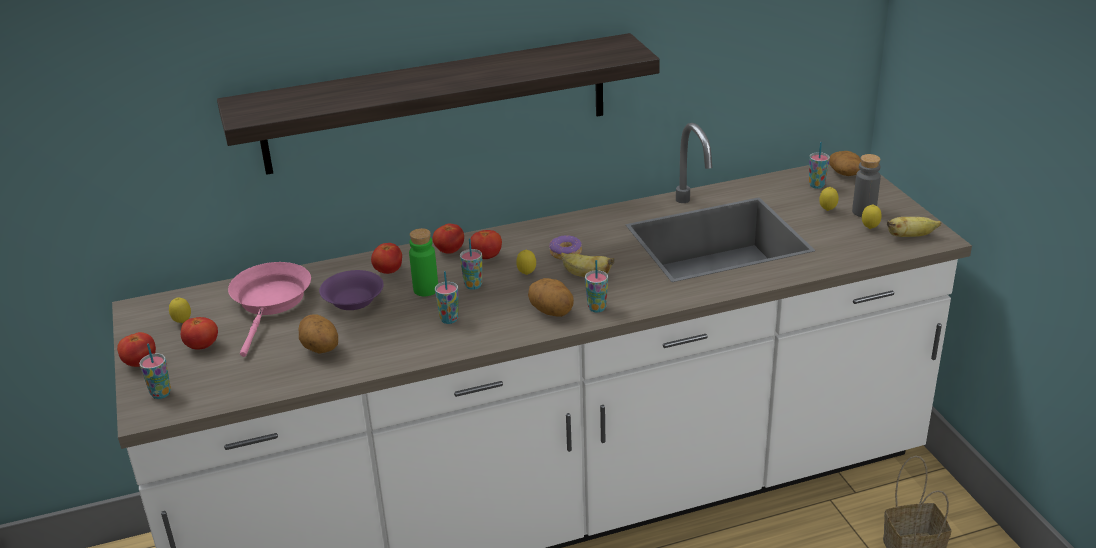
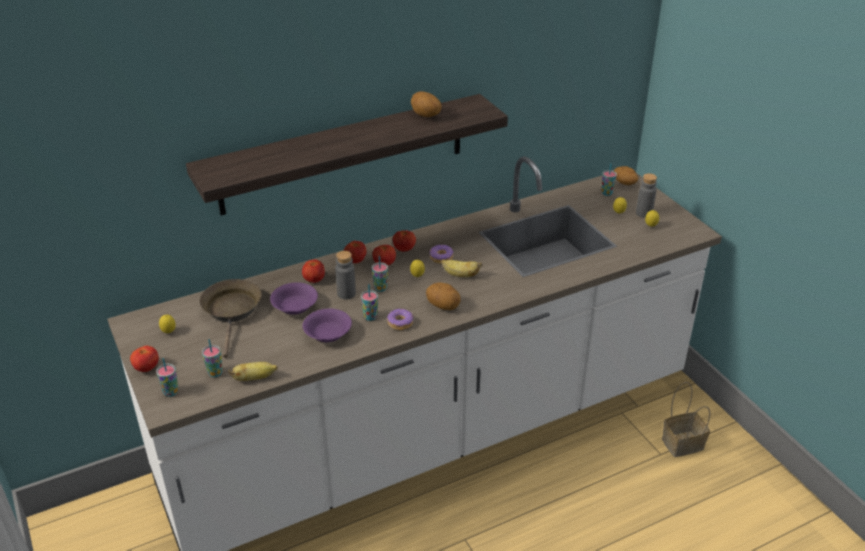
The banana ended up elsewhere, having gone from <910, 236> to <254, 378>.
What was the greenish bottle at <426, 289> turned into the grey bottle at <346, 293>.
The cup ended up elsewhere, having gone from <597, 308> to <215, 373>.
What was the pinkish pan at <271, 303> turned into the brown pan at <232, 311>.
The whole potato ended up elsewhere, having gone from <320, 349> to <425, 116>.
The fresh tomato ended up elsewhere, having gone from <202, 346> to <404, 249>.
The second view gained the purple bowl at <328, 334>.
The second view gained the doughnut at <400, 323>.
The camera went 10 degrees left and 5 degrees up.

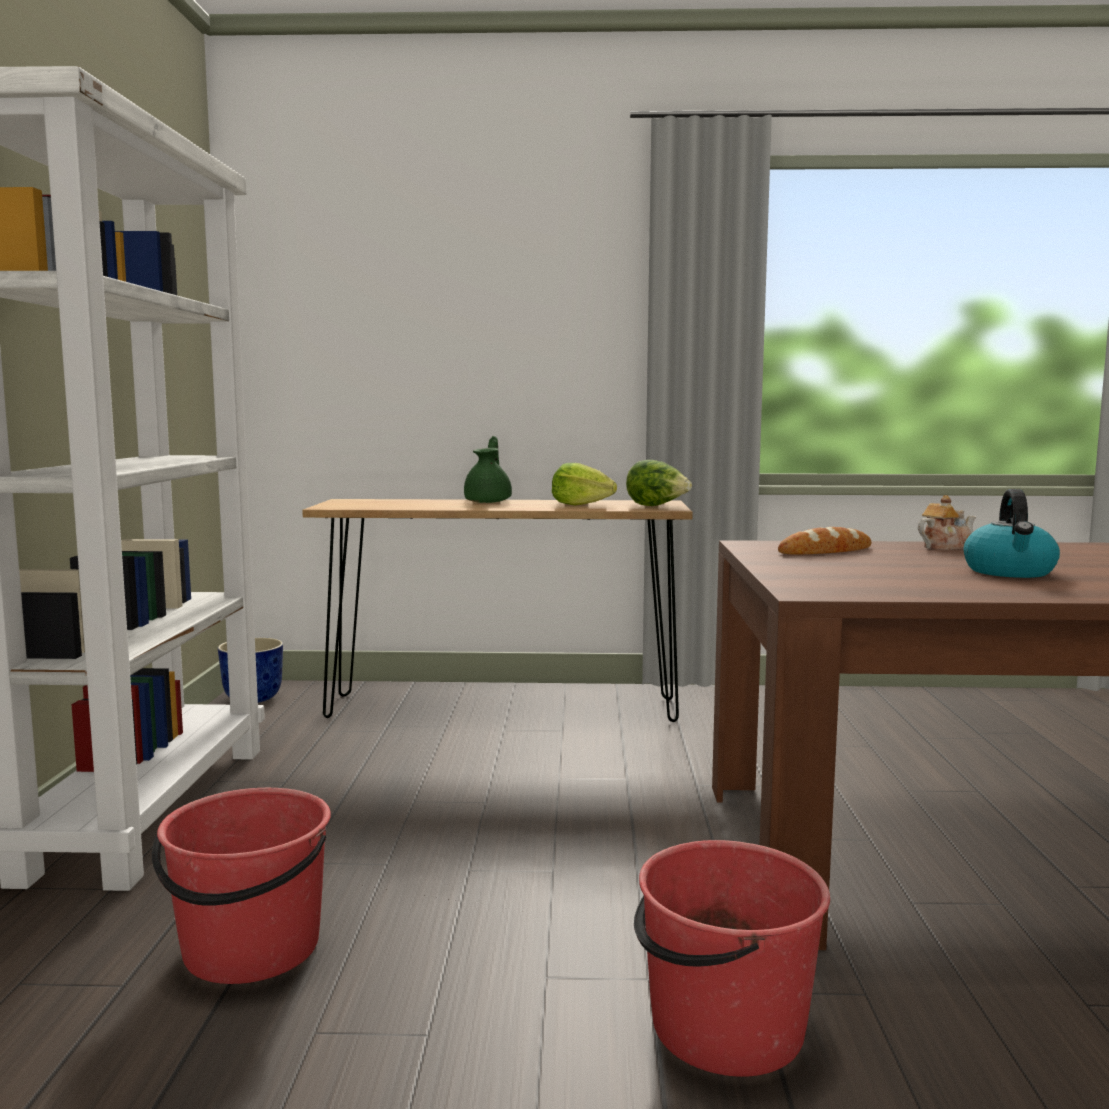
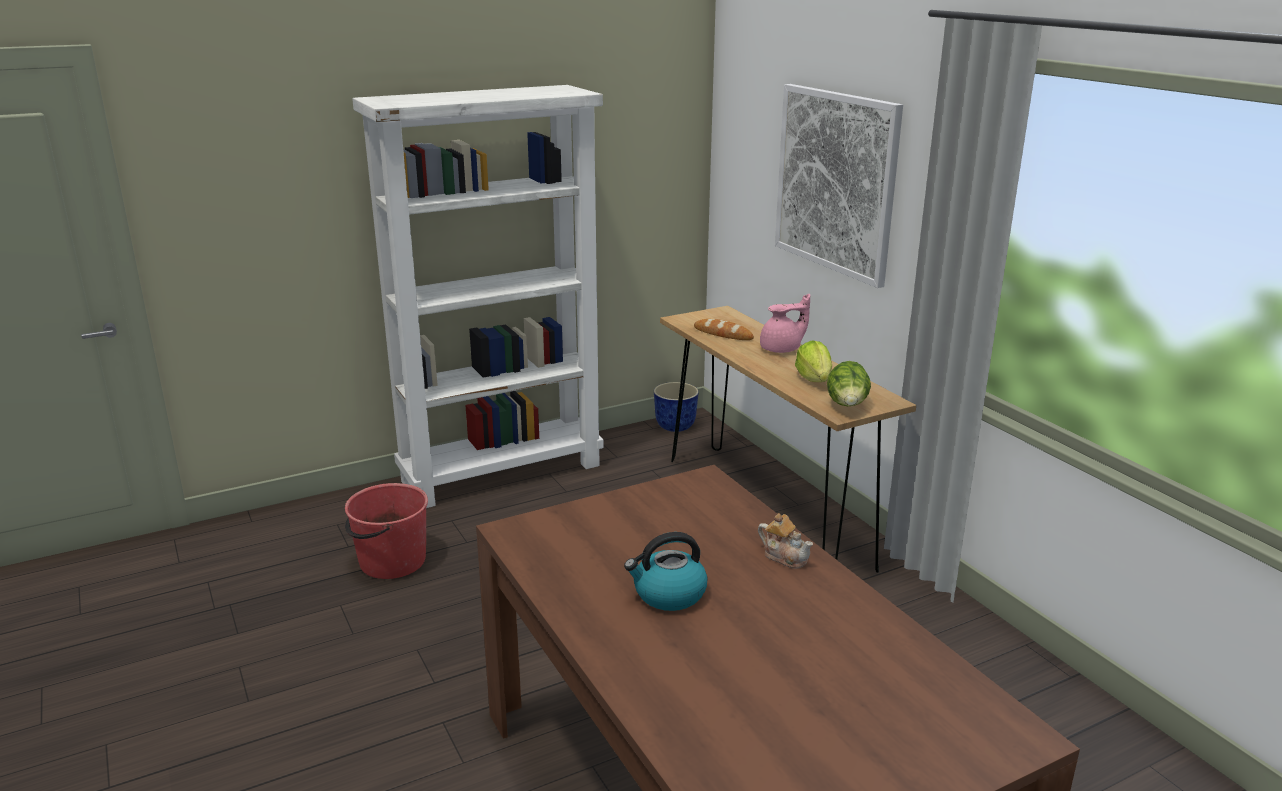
What was the greenish tea pot at <489, 502> turned into the pinkish tea pot at <782, 349>.
The bread ended up elsewhere, having gone from <825, 551> to <723, 334>.
The second view lost the red water bucket at <724, 1028>.
The second view gained the wall picture at <835, 181>.
The camera went 60 degrees right and 15 degrees up.

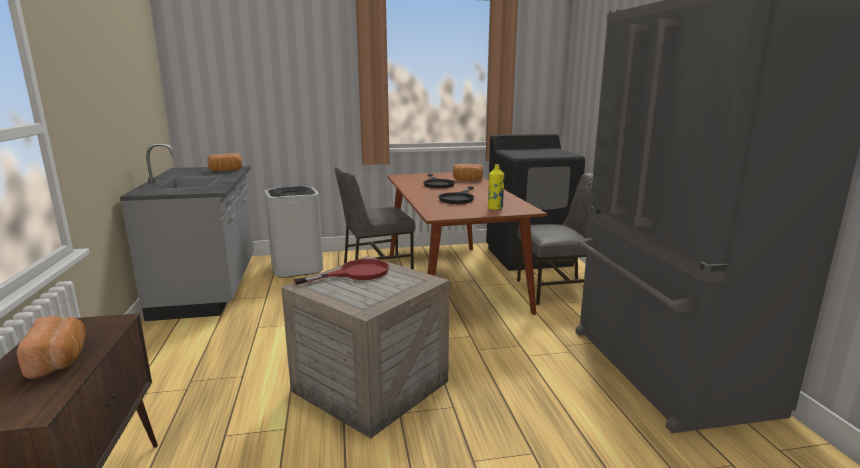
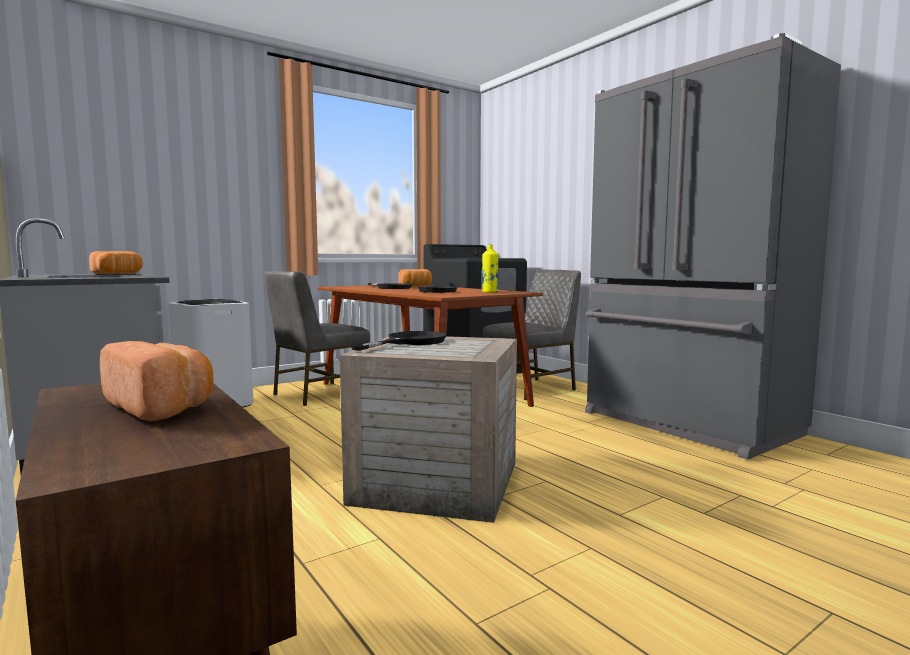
What was the red pan at <355, 273> turned into the black-coloured pan at <409, 342>.
The camera went 25 degrees left and 10 degrees down.

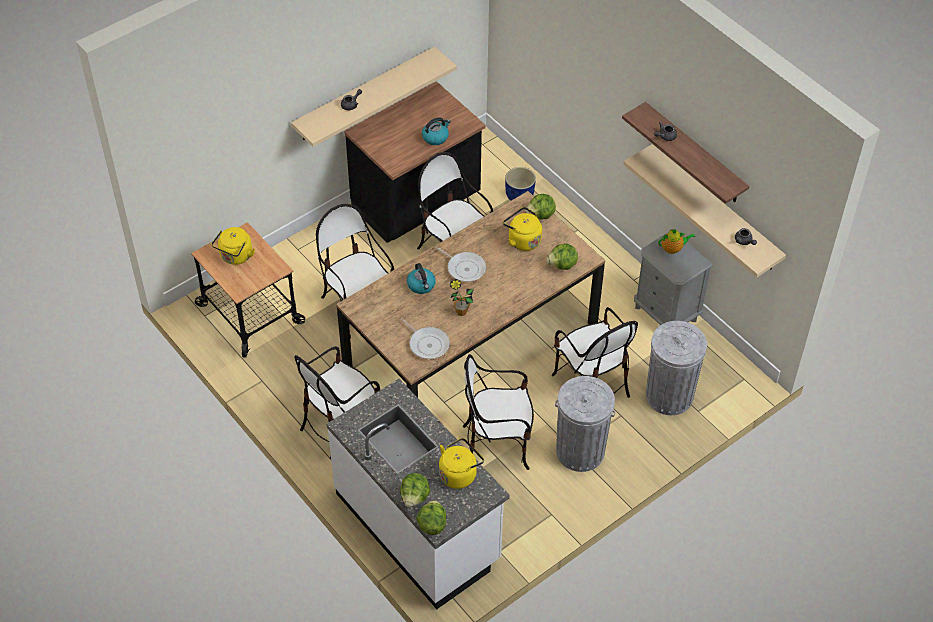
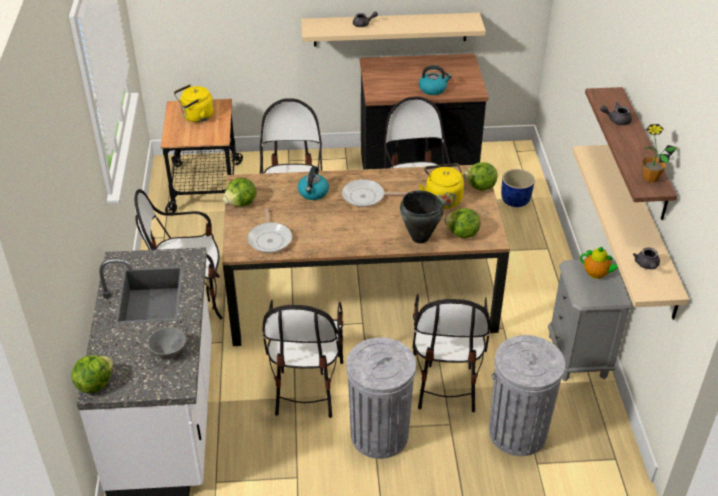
The pan at <464, 268> ended up facing another way, 105 degrees clockwise from before.
The houseplant ended up elsewhere, having gone from <461, 312> to <650, 178>.
The plain chair at <497, 444> ended up facing another way, 120 degrees counterclockwise from before.
Where the yellowish kettle stood at <459, 473>, the grey bowl came to stand at <169, 353>.
The lettuce head ended up elsewhere, having gone from <415, 497> to <241, 203>.
The second view gained the black-coloured cooking pot at <419, 238>.
The camera went 35 degrees right and 10 degrees down.

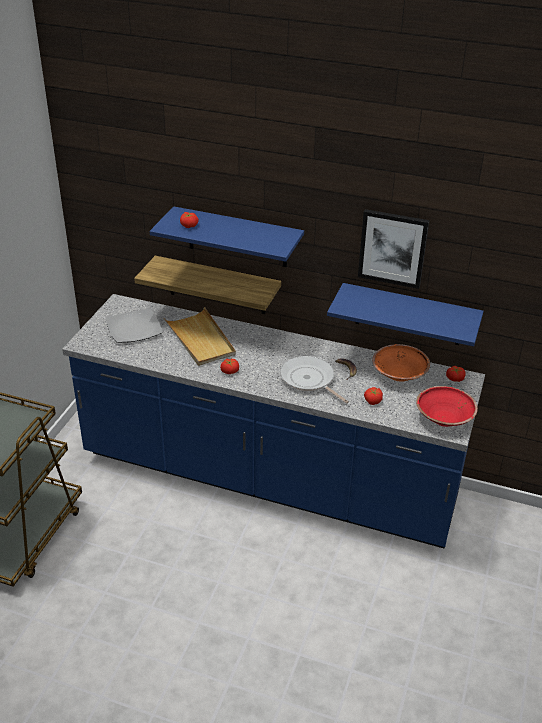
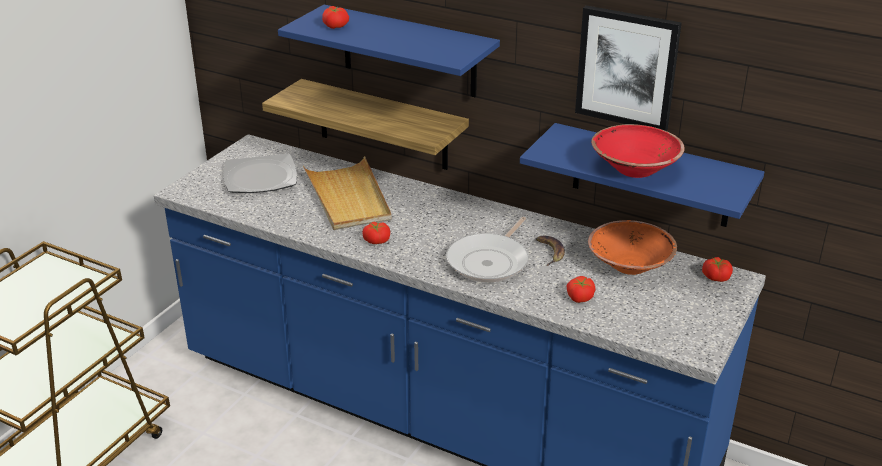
The pan at <309, 380> ended up facing another way, 120 degrees counterclockwise from before.
The red bowl ended up elsewhere, having gone from <444, 419> to <634, 169>.
The camera went 10 degrees right and 5 degrees down.

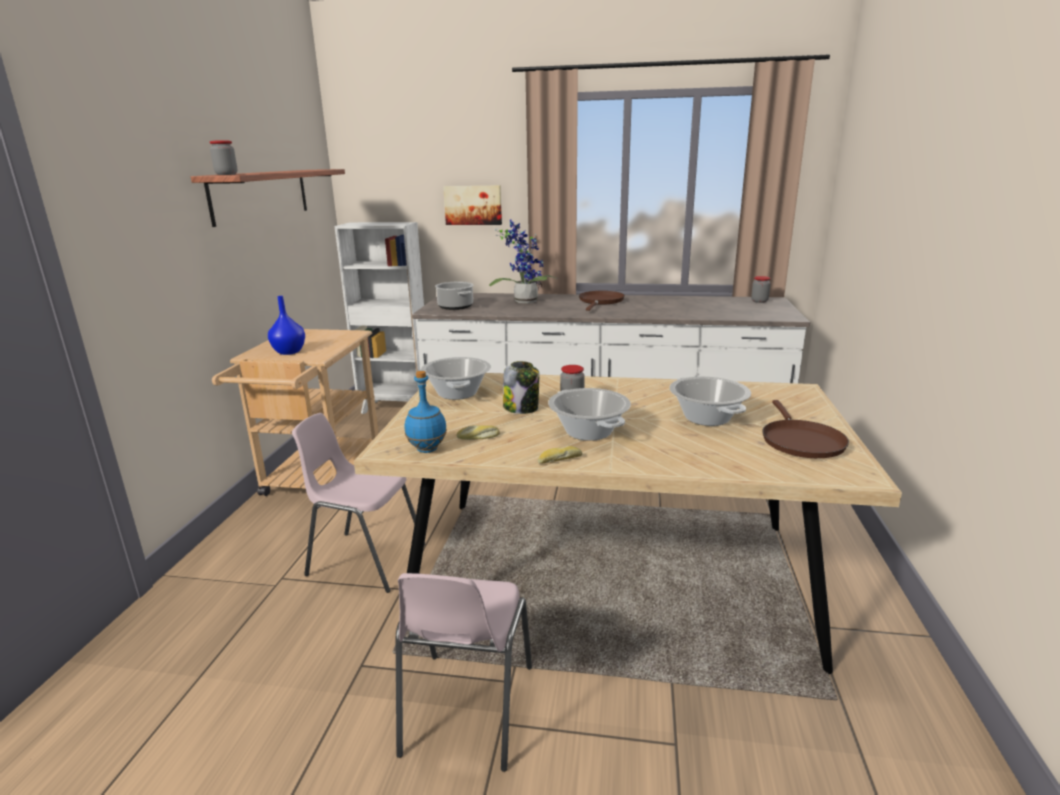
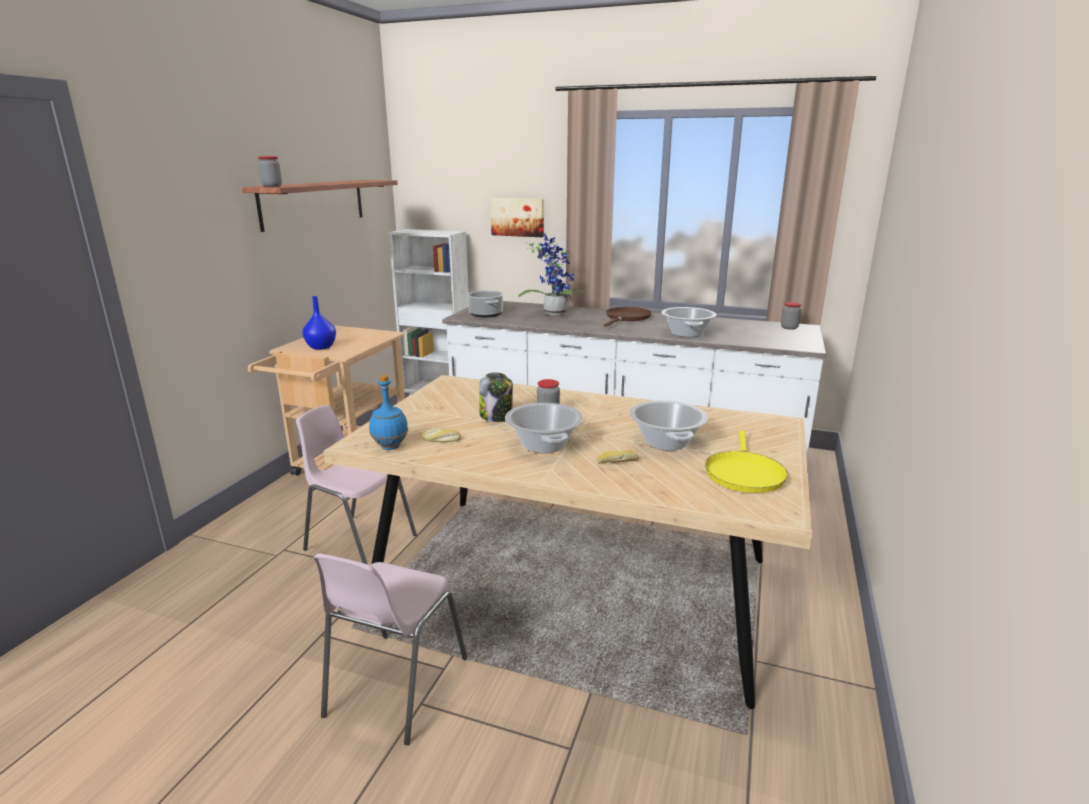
The cooking pot ended up elsewhere, having gone from <457, 393> to <687, 333>.
What was the brown pan at <800, 441> turned into the yellowish pan at <743, 473>.
The bread ended up elsewhere, having gone from <559, 459> to <617, 462>.
The camera went 10 degrees right and 0 degrees up.

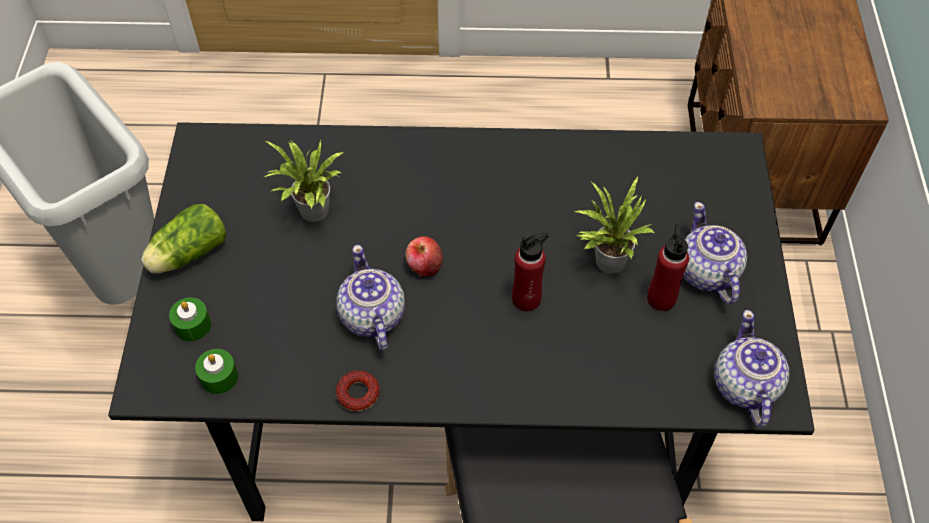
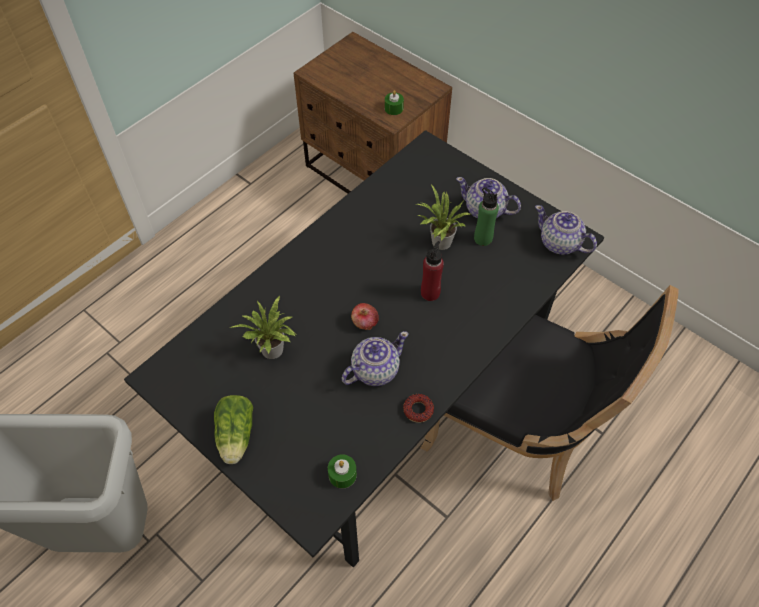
What was the red bottle at <661, 298> turned into the greenish bottle at <483, 238>.
The tea pot at <372, 317> ended up facing another way, 120 degrees clockwise from before.
The greenish wax light ended up elsewhere, having gone from <193, 325> to <394, 108>.
The camera went 50 degrees left and 0 degrees up.

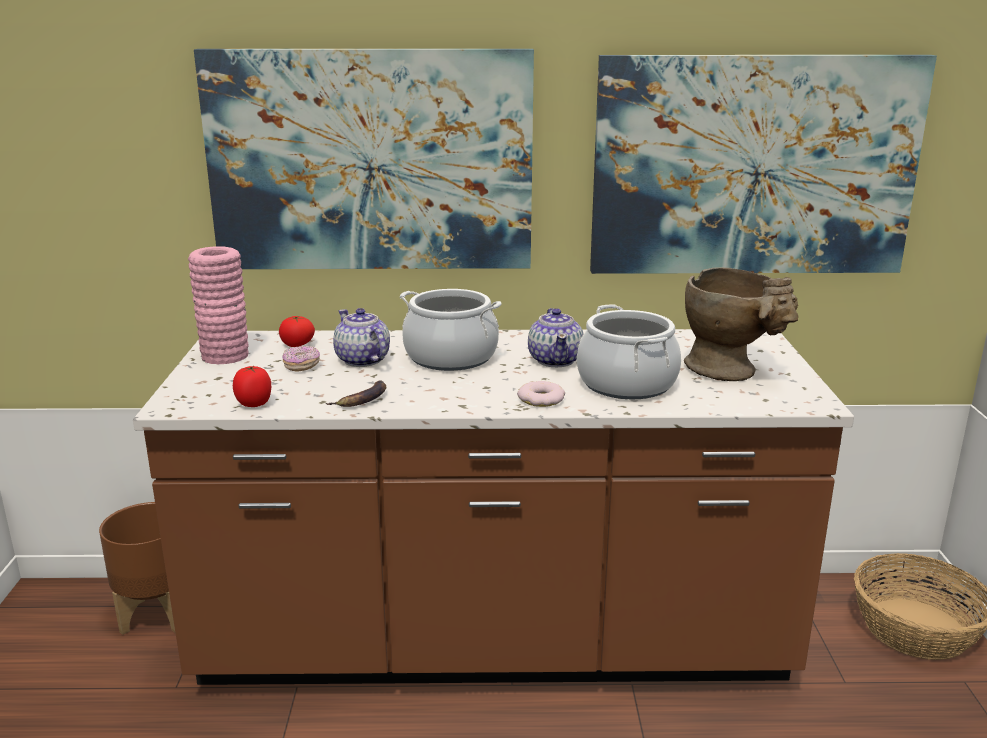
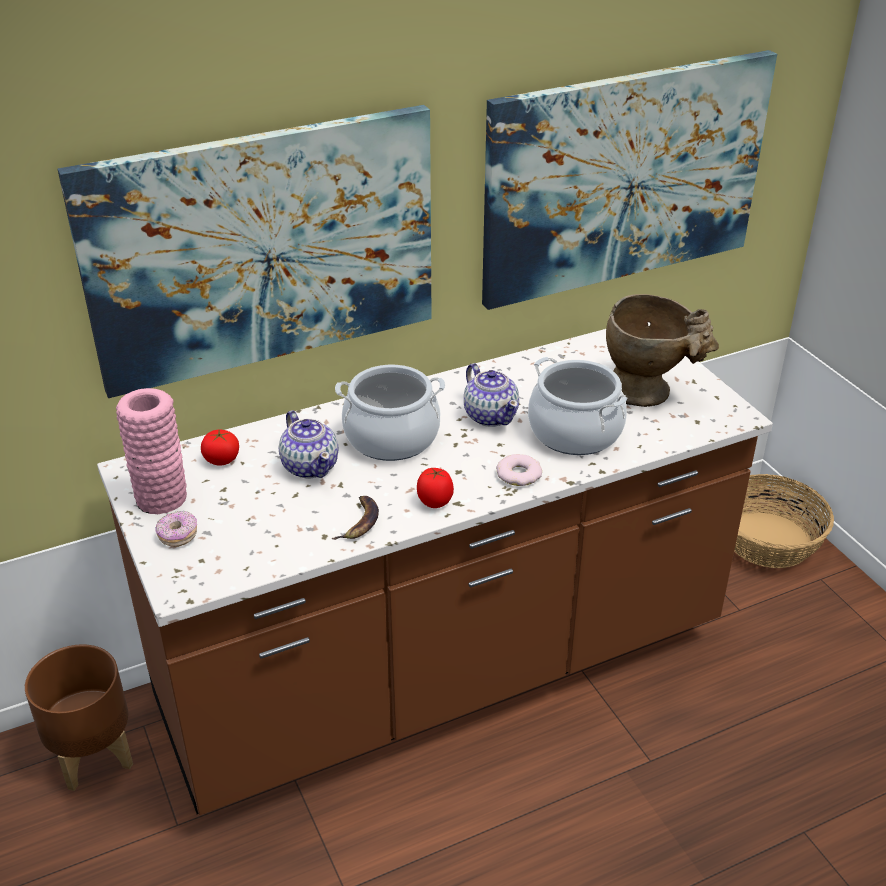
The tea pot at <362, 360> ended up facing another way, 150 degrees counterclockwise from before.
The doughnut ended up elsewhere, having gone from <301, 366> to <178, 536>.
The fresh tomato ended up elsewhere, having gone from <254, 404> to <435, 502>.
The camera went 25 degrees left and 15 degrees up.

